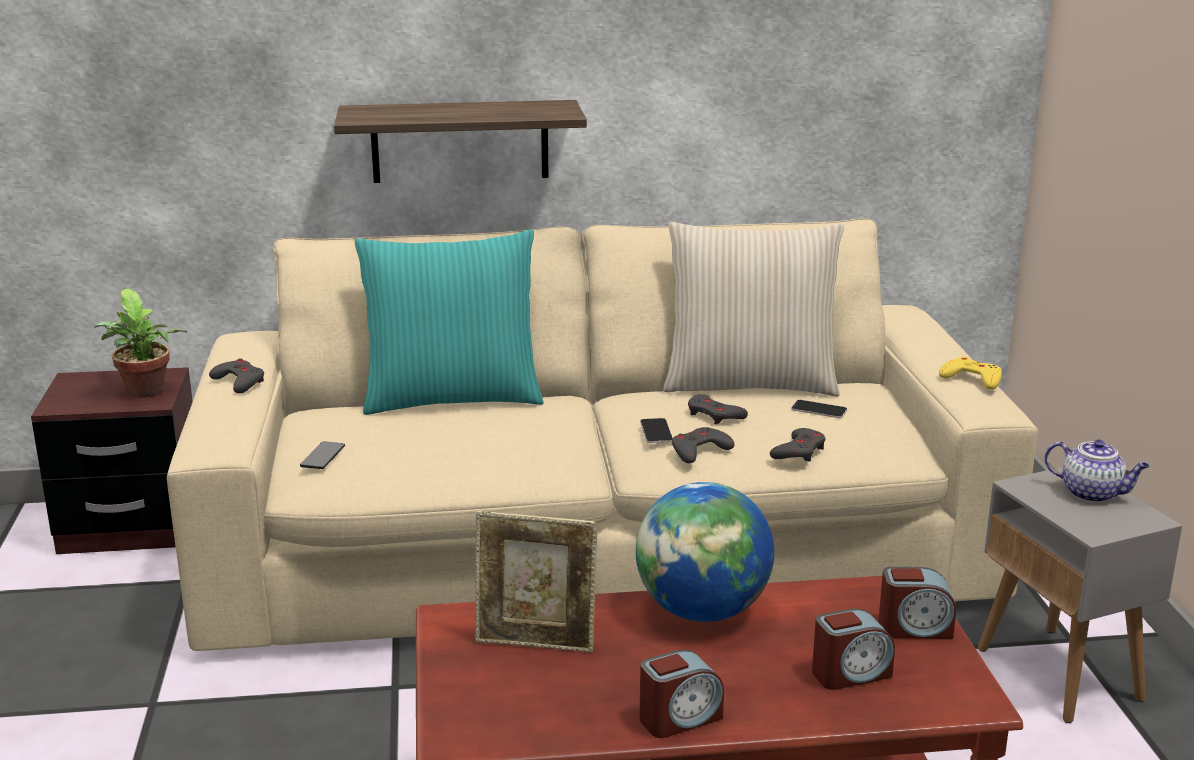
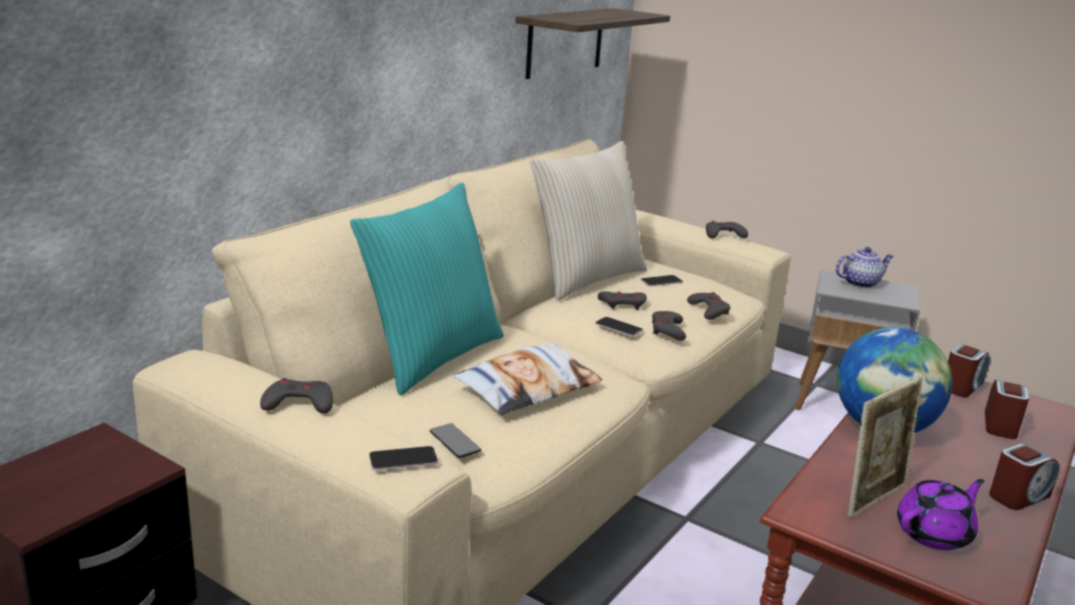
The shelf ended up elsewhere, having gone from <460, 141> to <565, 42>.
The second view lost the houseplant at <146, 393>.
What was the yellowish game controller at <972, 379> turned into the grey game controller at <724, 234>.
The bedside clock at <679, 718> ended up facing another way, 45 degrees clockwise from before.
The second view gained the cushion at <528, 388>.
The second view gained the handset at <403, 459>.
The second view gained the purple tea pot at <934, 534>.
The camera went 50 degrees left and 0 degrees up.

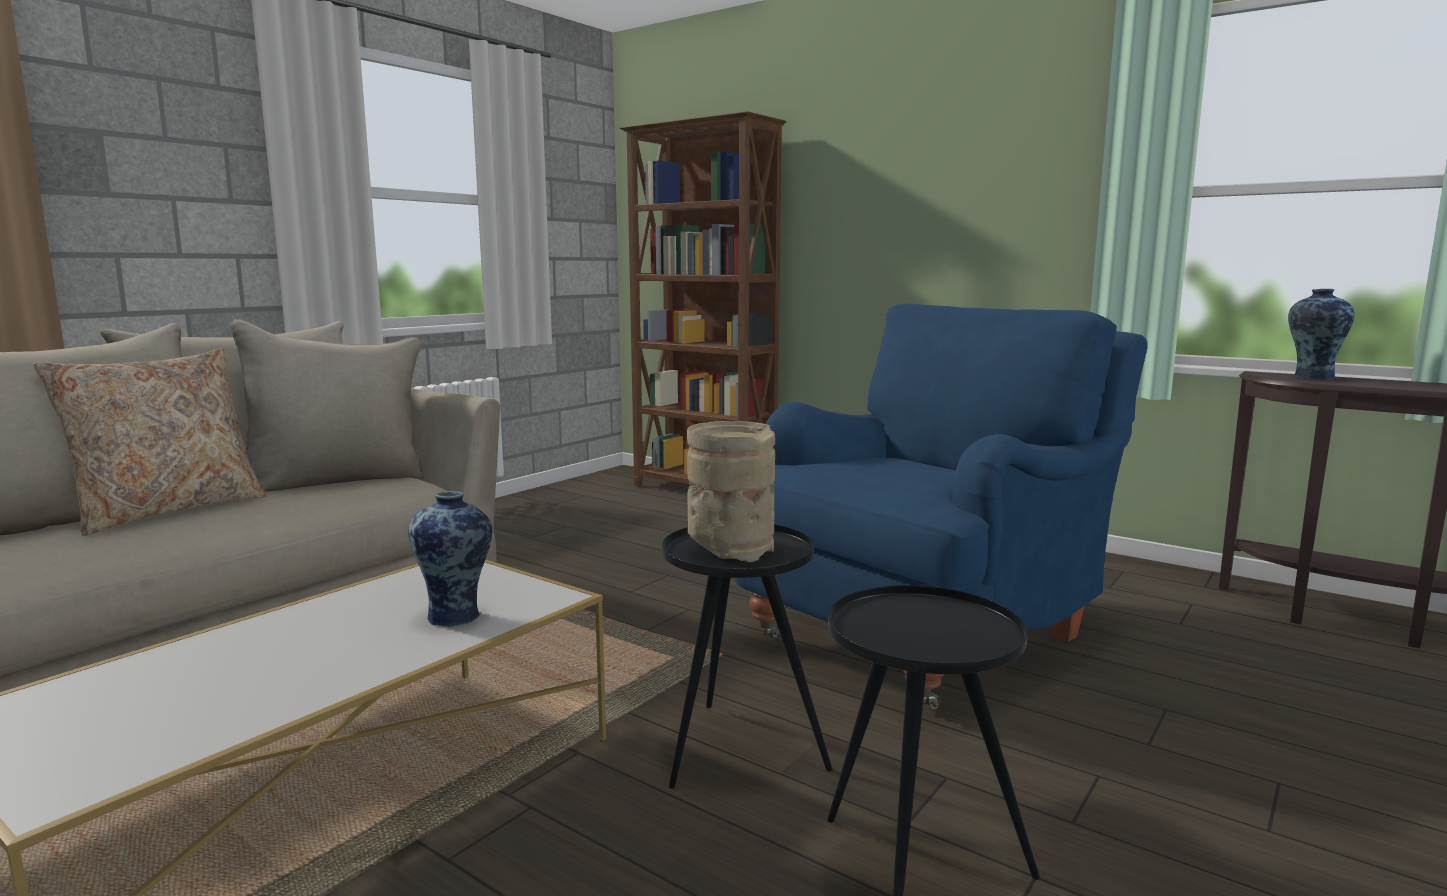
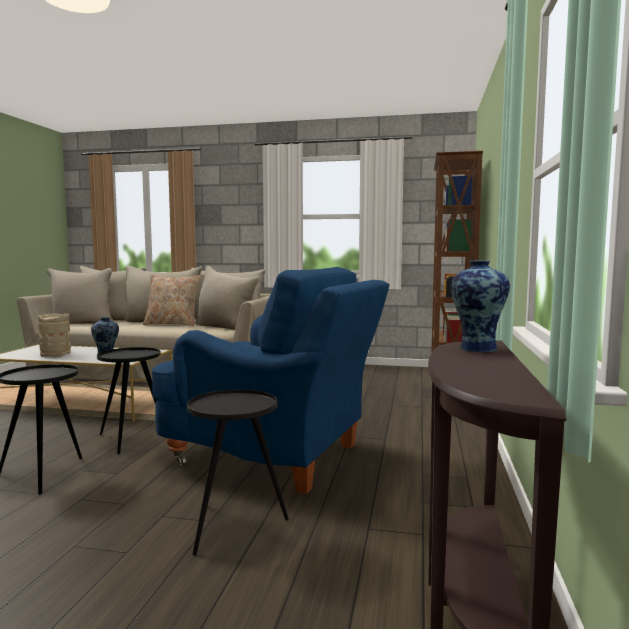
The sand-coloured flower vase ended up elsewhere, having gone from <730, 549> to <56, 354>.
The second view gained the black-coloured side table at <235, 526>.
The camera went 65 degrees right and 5 degrees down.

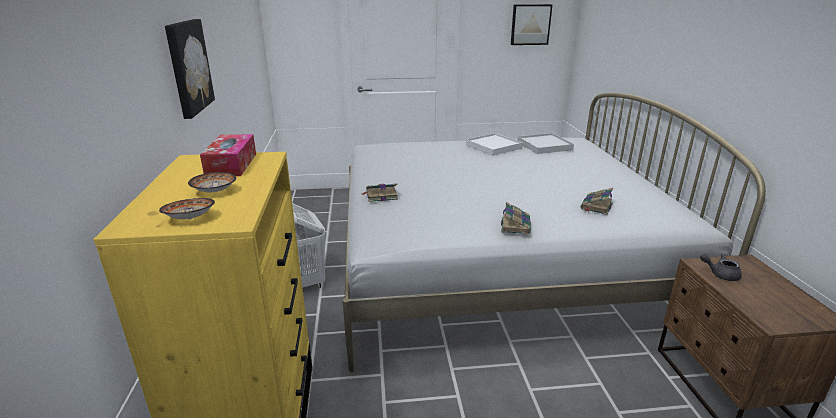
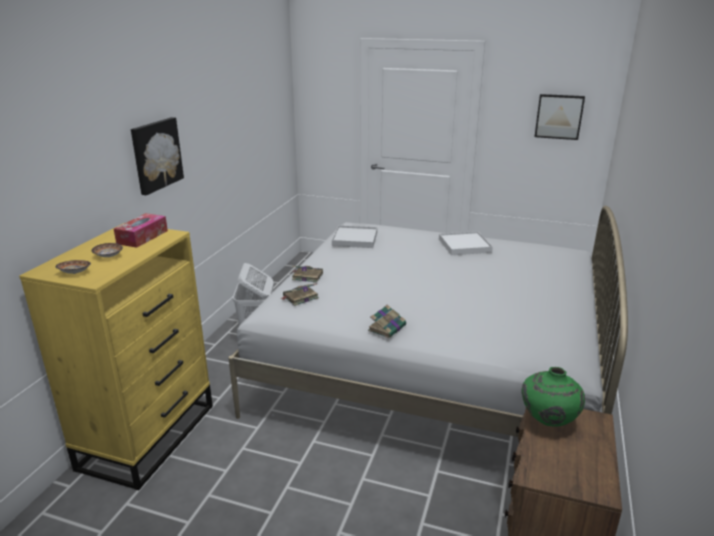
The whitish serving tray ended up elsewhere, having gone from <544, 146> to <355, 239>.
The volume ended up elsewhere, having gone from <596, 206> to <300, 297>.
Where the grey tea pot stood at <720, 274>, the greenish flower vase came to stand at <547, 422>.
The camera went 25 degrees right and 0 degrees up.

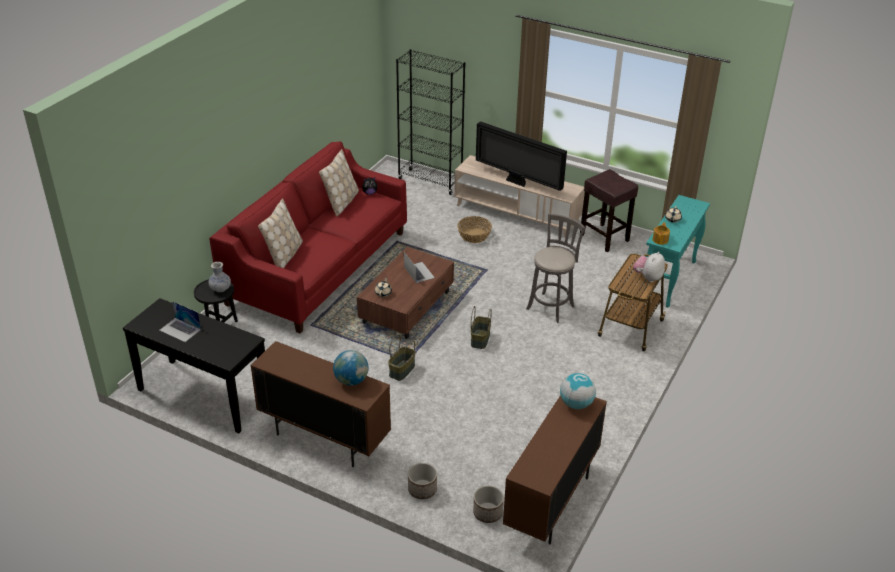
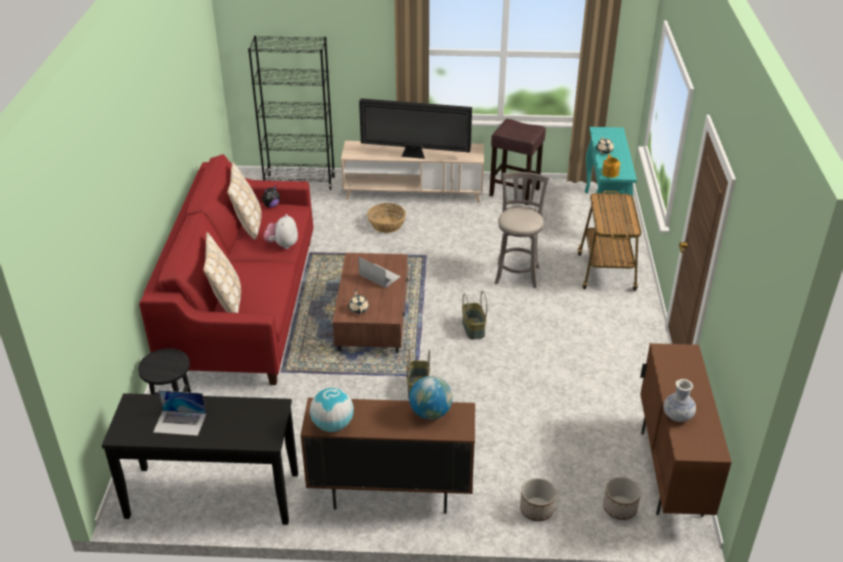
The cuddly toy ended up elsewhere, having gone from <648, 278> to <282, 245>.
The flower vase ended up elsewhere, having gone from <220, 288> to <677, 416>.
The desk globe ended up elsewhere, having gone from <576, 404> to <332, 425>.
The camera went 25 degrees left and 0 degrees up.

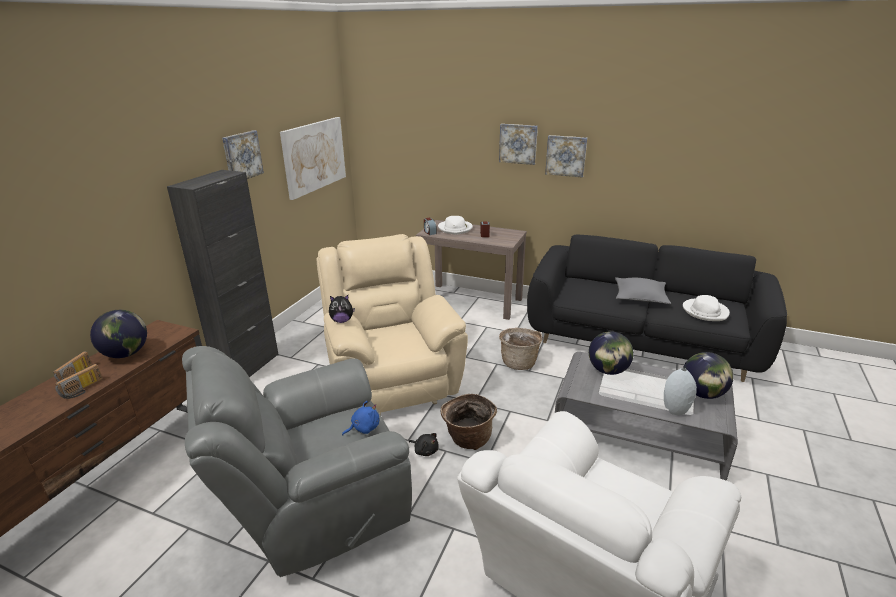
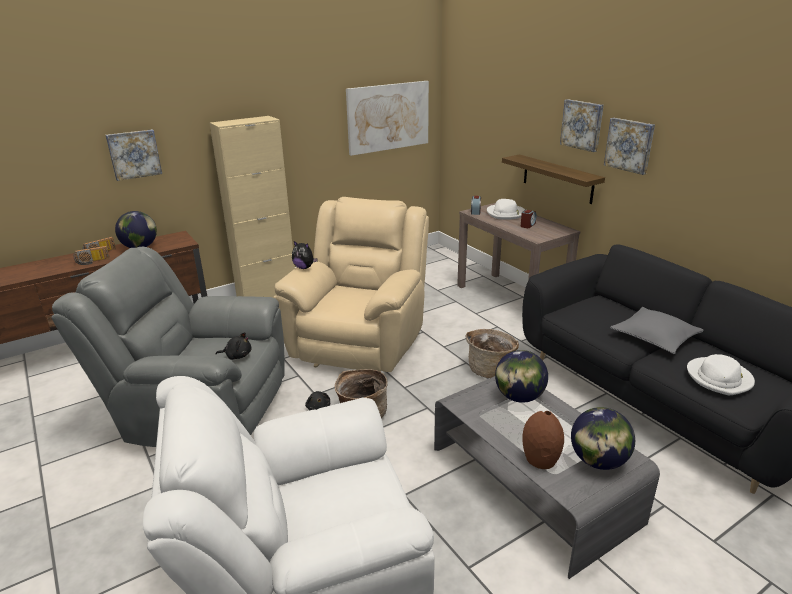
The wall picture ended up elsewhere, having gone from <241, 156> to <134, 154>.
What was the black-coloured cupboard at <248, 367> turned into the sand-coloured cupboard at <267, 296>.
What was the grey flower vase at <675, 409> turned into the brown flower vase at <541, 460>.
What was the bluish cuddly toy at <363, 428> turned into the black-coloured cuddly toy at <237, 356>.
The second view gained the shelf at <557, 179>.
The camera went 35 degrees right and 0 degrees up.

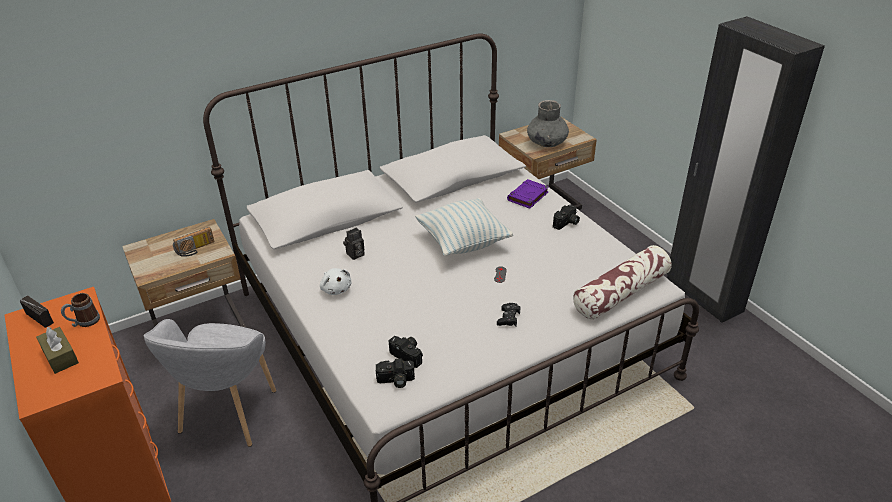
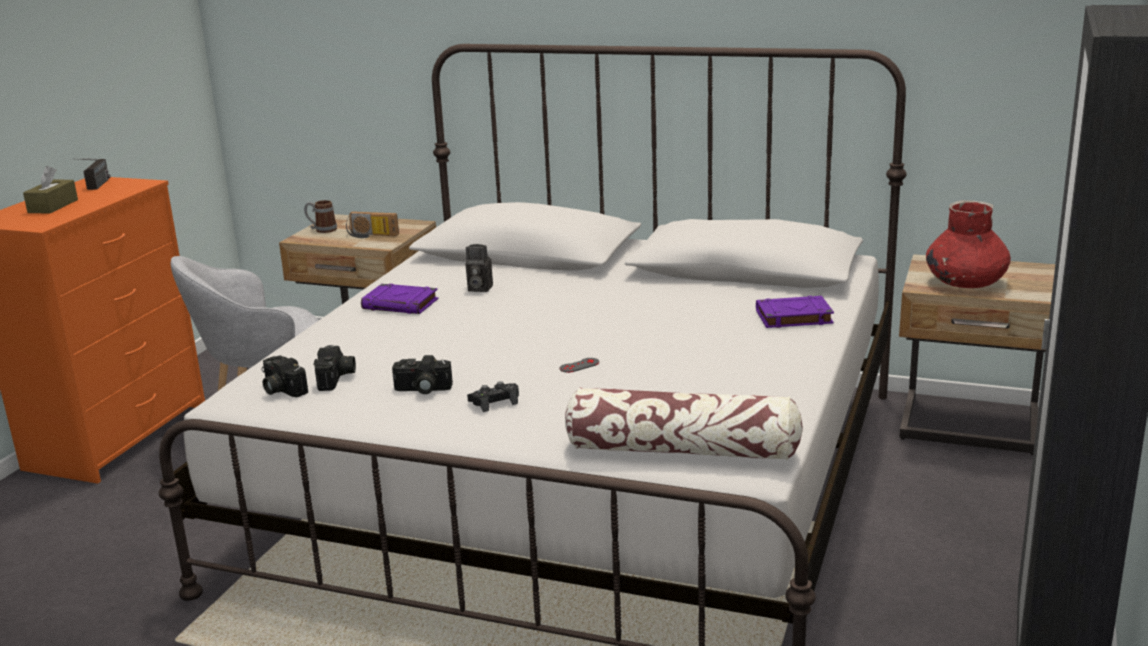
What was the grey flower vase at <546, 142> turned into the red flower vase at <965, 282>.
The second view lost the cushion at <463, 242>.
The still camera ended up elsewhere, having gone from <566, 223> to <422, 390>.
Where the whitish cuddly toy stood at <336, 289>, the purple volume came to stand at <401, 304>.
The mug ended up elsewhere, having gone from <84, 322> to <322, 230>.
The camera went 50 degrees right and 15 degrees down.

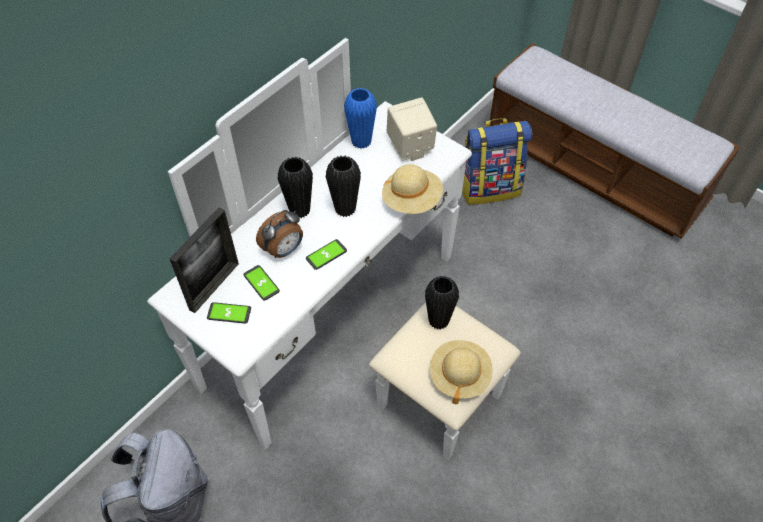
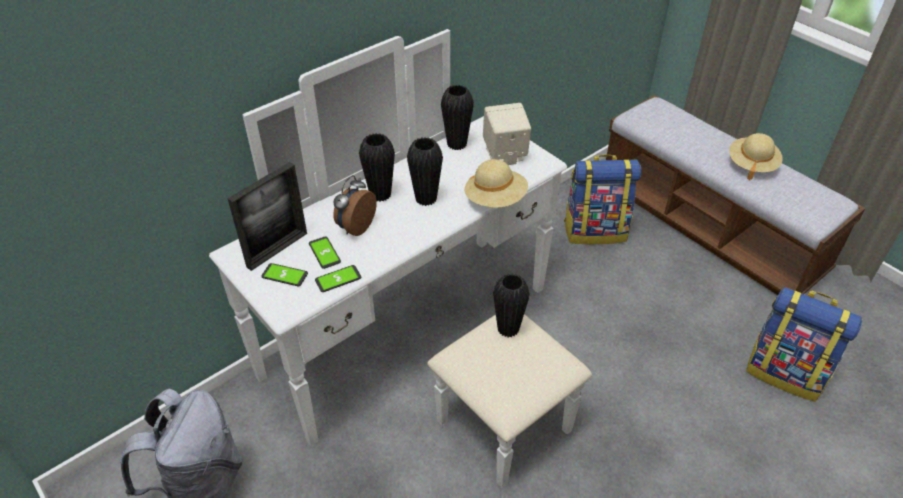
What was the bluish flower vase at <361, 142> turned into the black-coloured flower vase at <457, 144>.
The bedside clock at <284, 250> ended up facing another way, 150 degrees clockwise from before.
The handset ended up elsewhere, having gone from <326, 255> to <338, 279>.
The sand-coloured hat ended up elsewhere, having gone from <459, 376> to <751, 164>.
The second view gained the backpack at <786, 372>.
The camera went 10 degrees right and 10 degrees down.

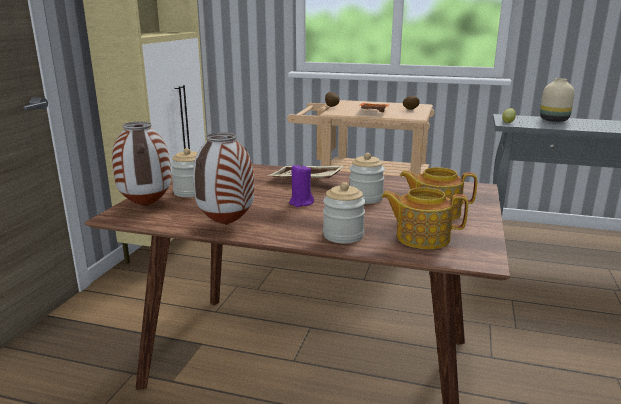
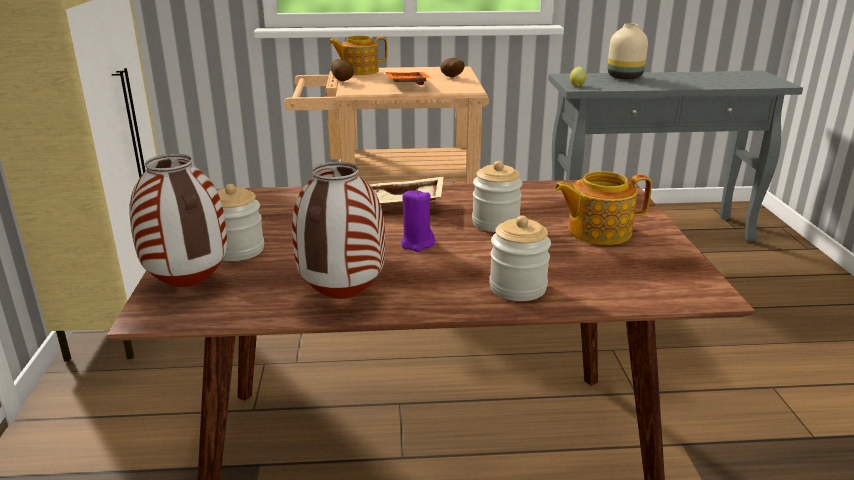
The tea pot ended up elsewhere, having gone from <421, 237> to <359, 71>.
The camera went 20 degrees left and 5 degrees up.

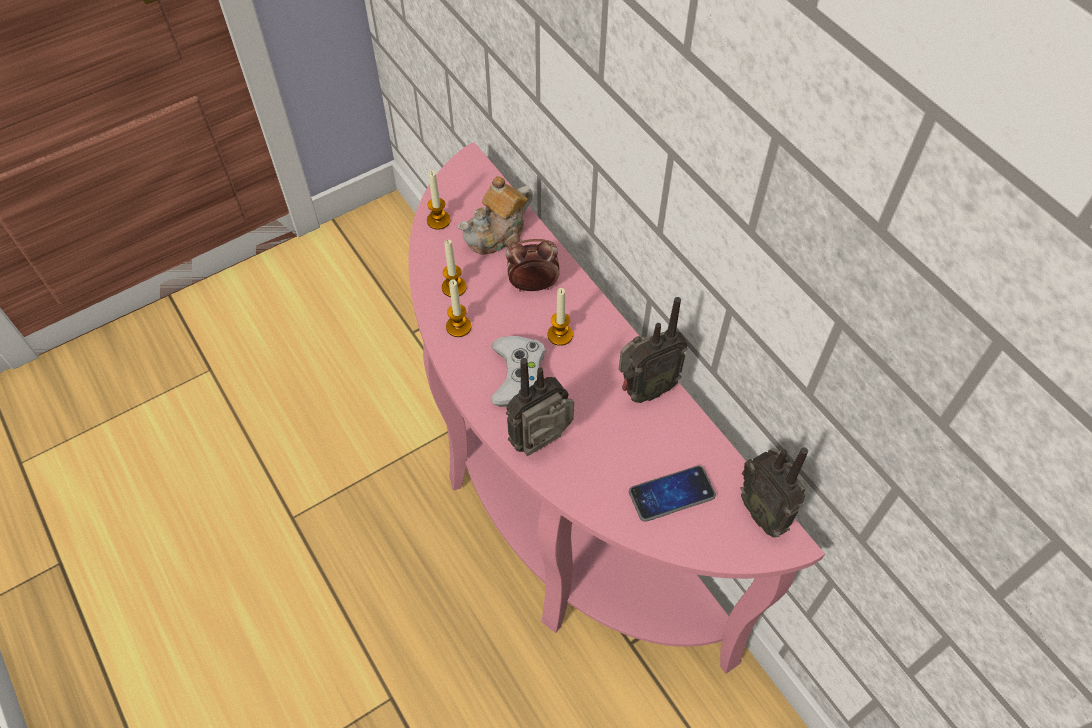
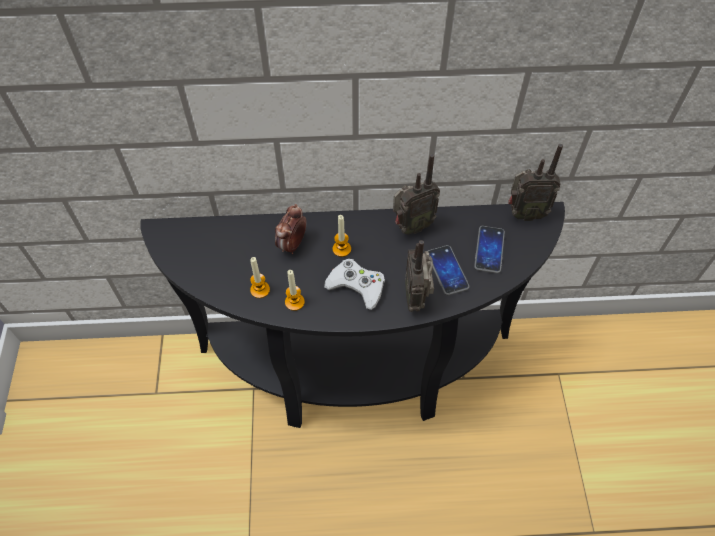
What was the pinkish console table at <555, 515> turned into the black-coloured console table at <357, 374>.
The second view lost the wax light at <438, 220>.
The second view lost the tea pot at <498, 234>.
The radio receiver at <644, 390> ended up facing another way, 60 degrees clockwise from before.
The second view gained the handset at <447, 270>.
The camera went 60 degrees left and 0 degrees up.

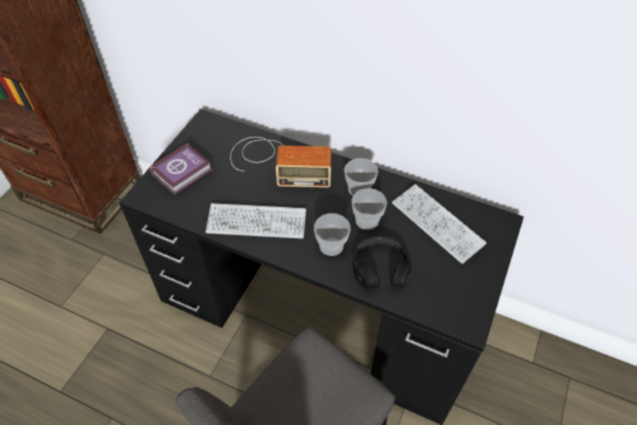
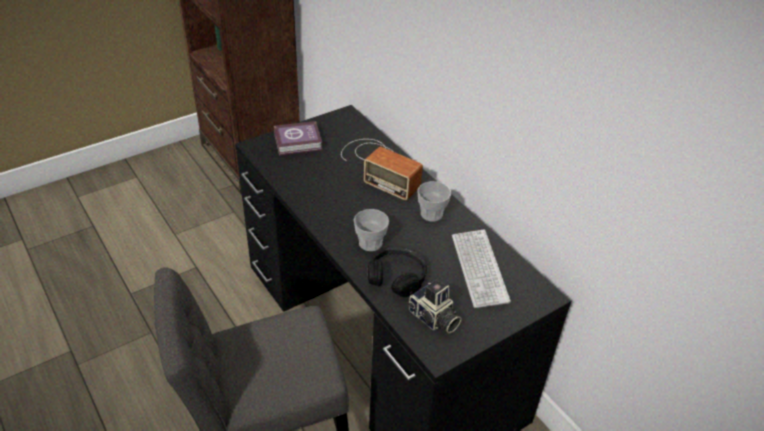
The second view lost the cup at <366, 220>.
The second view lost the keyboard at <256, 222>.
The second view gained the still camera at <433, 319>.
The camera went 30 degrees right and 10 degrees down.

